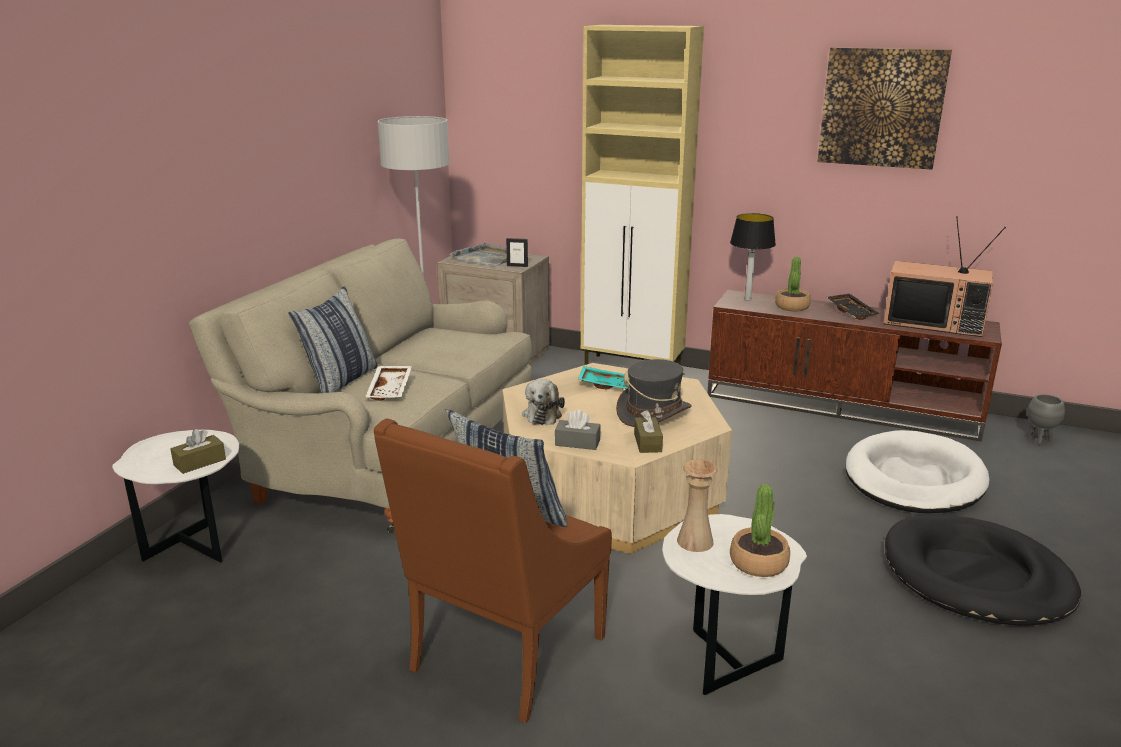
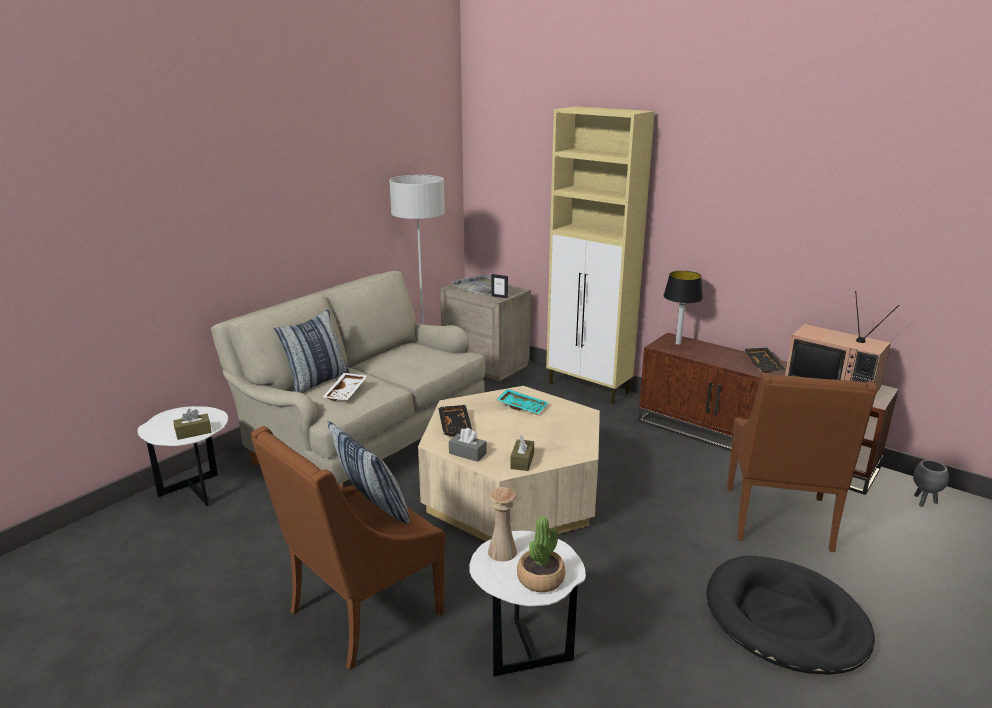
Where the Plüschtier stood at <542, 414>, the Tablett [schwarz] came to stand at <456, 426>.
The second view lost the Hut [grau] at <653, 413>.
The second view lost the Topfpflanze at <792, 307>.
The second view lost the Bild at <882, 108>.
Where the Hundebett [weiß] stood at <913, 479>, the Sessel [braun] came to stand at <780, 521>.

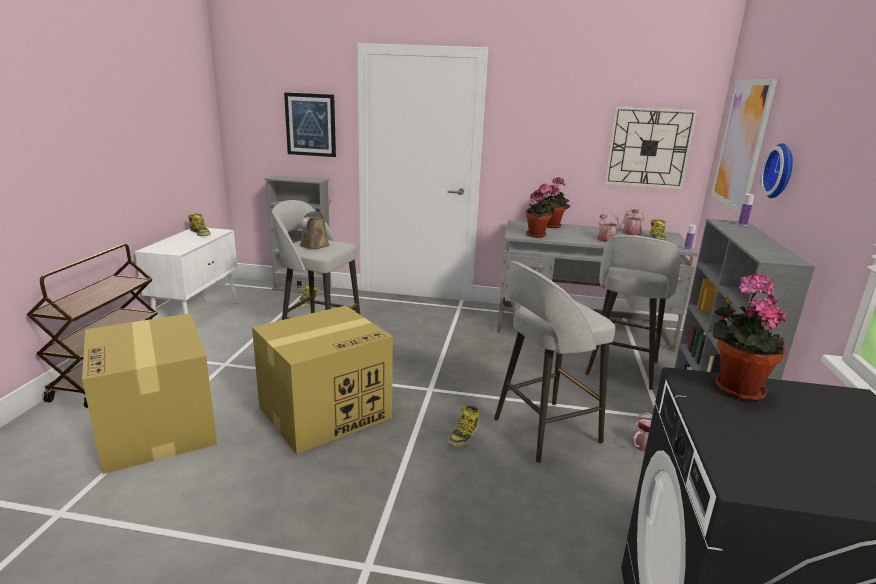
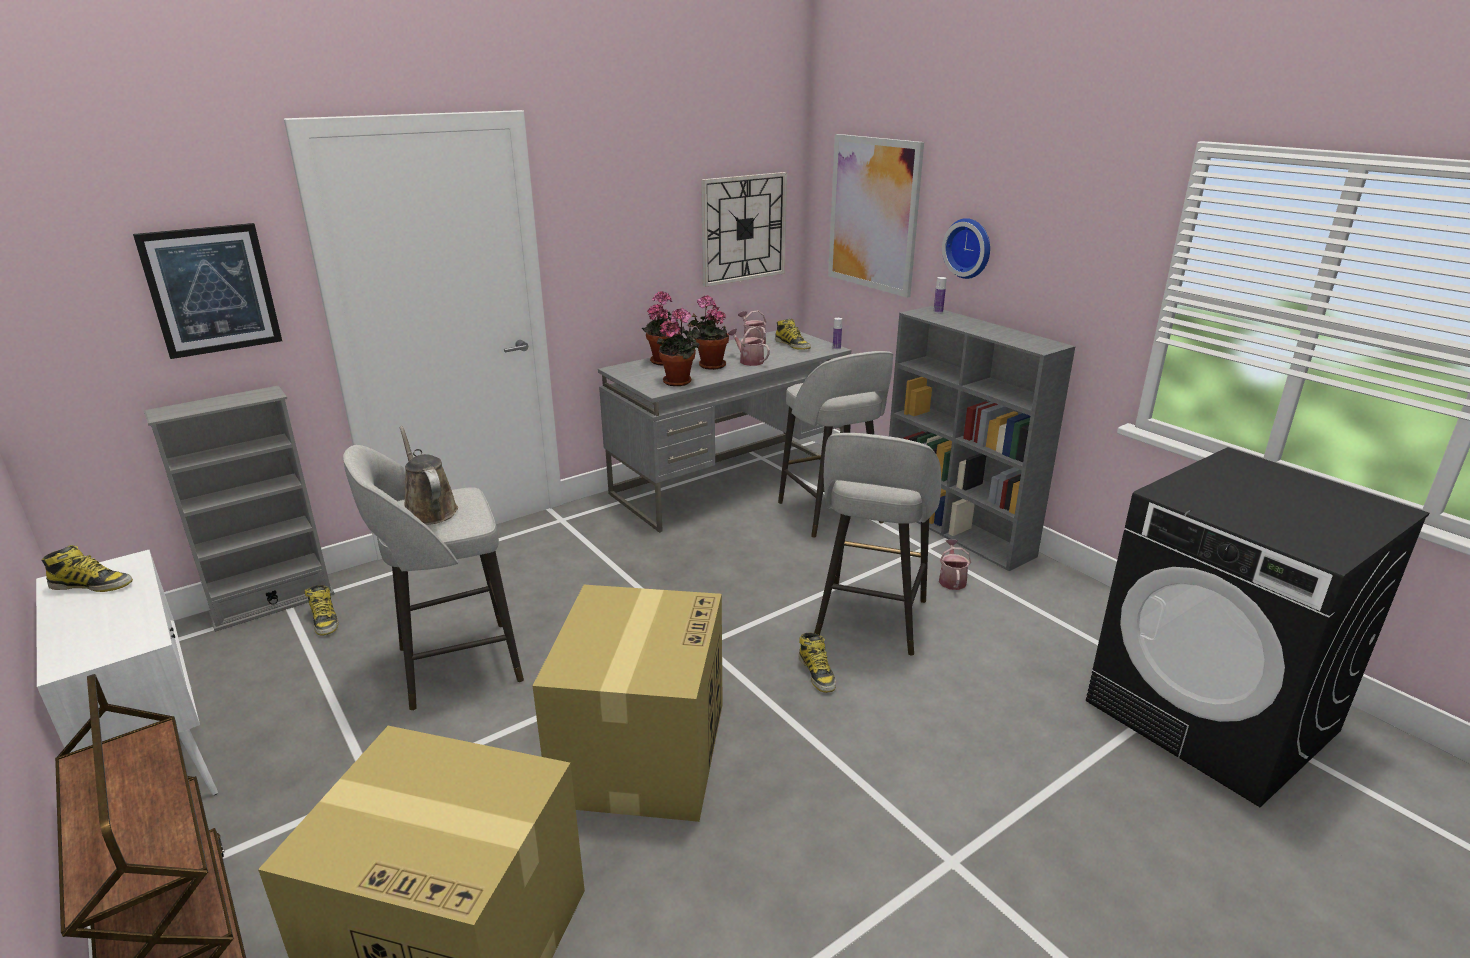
The Topfpflanze ended up elsewhere, having gone from <734, 387> to <709, 365>.

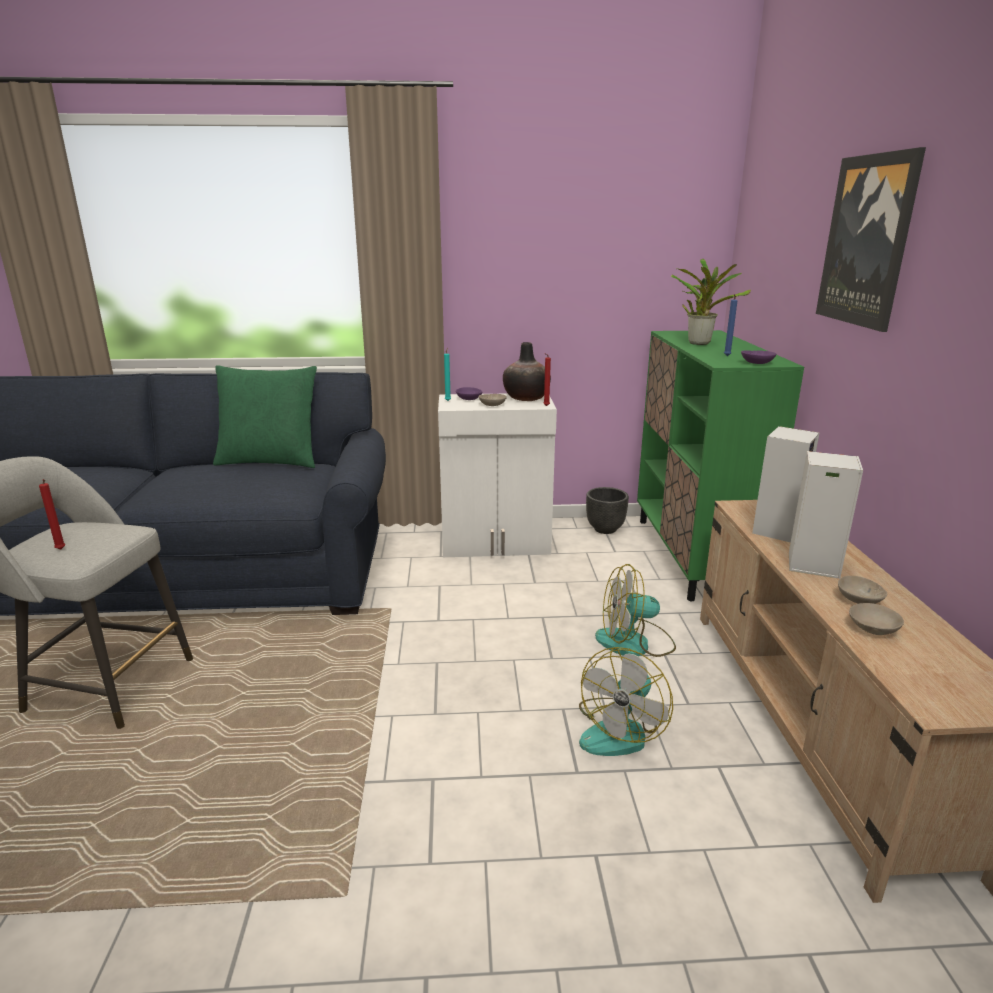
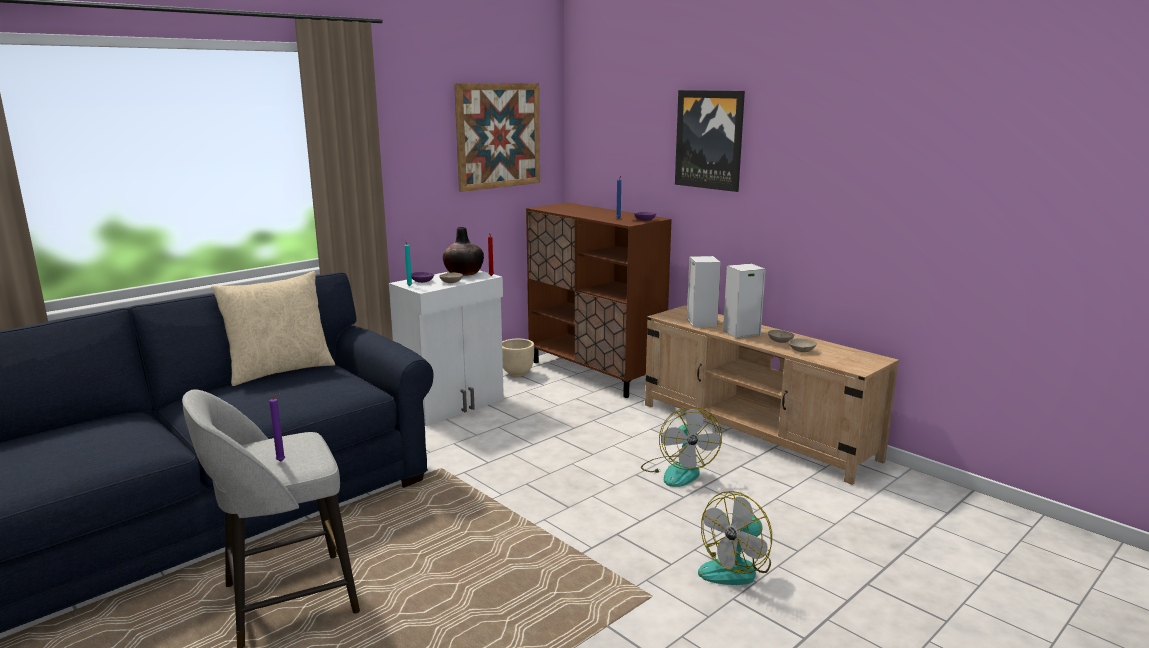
What was the Kerze [rot] at <61, 550> turned into the Kerze [lila] at <282, 461>.
What was the Kissen [grün] at <270, 461> turned into the Kissen [beige] at <280, 370>.
What was the Pflanzkübel [schwarz] at <604, 529> turned into the Pflanzkübel [beige] at <517, 373>.
The Ventilator ended up elsewhere, having gone from <635, 643> to <736, 568>.
What was the Schrank [grün] at <692, 556> turned into the Schrank [braun] at <595, 373>.
The second view lost the Topfpflanze at <699, 343>.
The second view gained the Bild at <498, 136>.

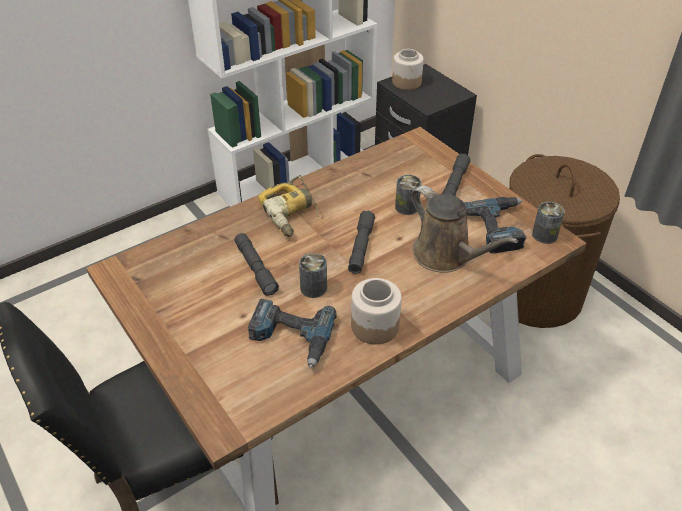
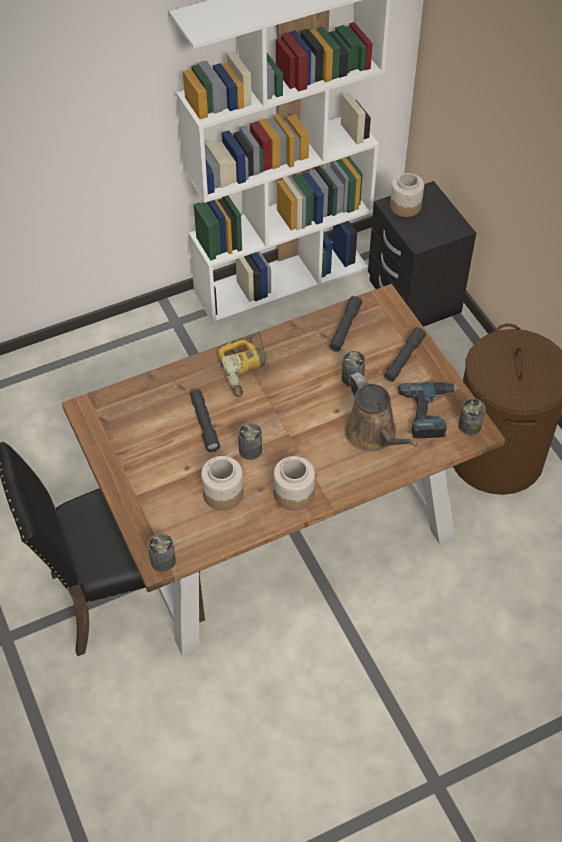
Where the Bohrmaschine stood at <291, 337>, the Vorratsglas came to stand at <222, 494>.
The Taschenlampe [grau] ended up elsewhere, having gone from <361, 247> to <345, 328>.
The second view gained the Dose at <163, 561>.

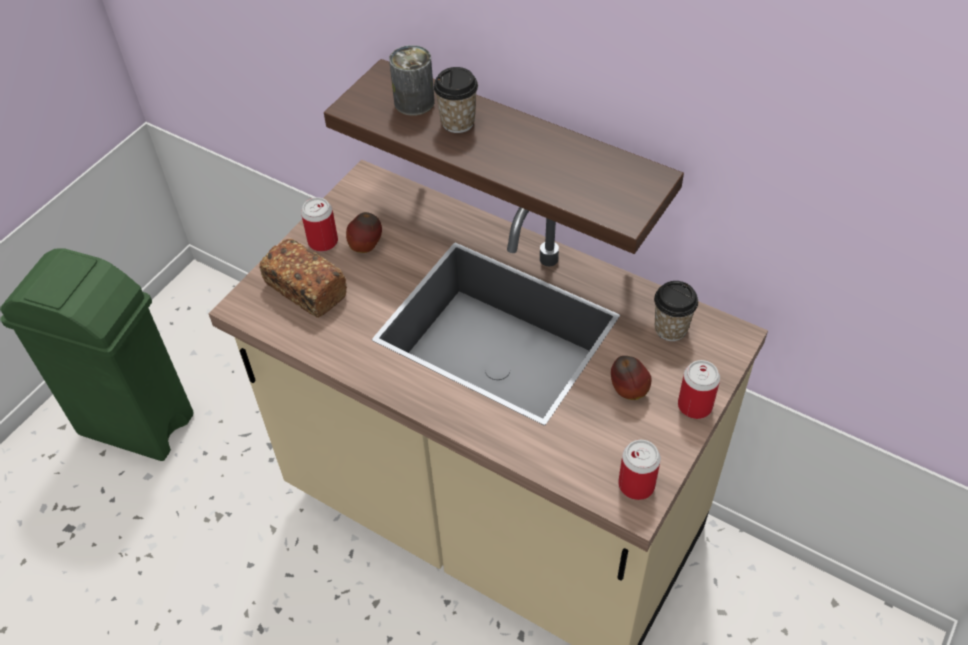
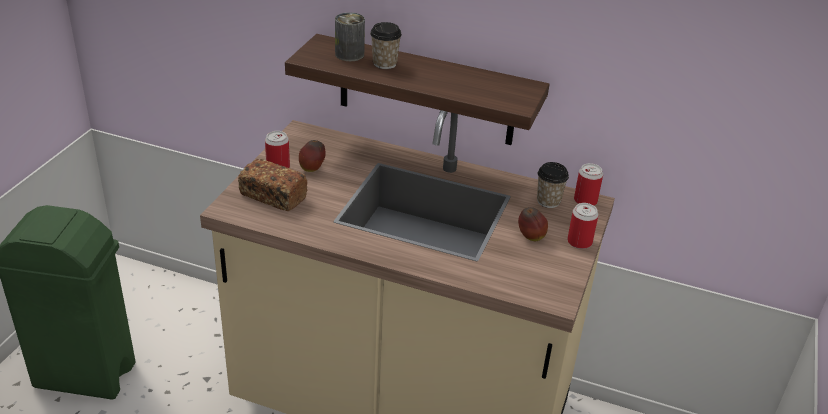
The Dose ended up elsewhere, having gone from <636, 485> to <585, 201>.

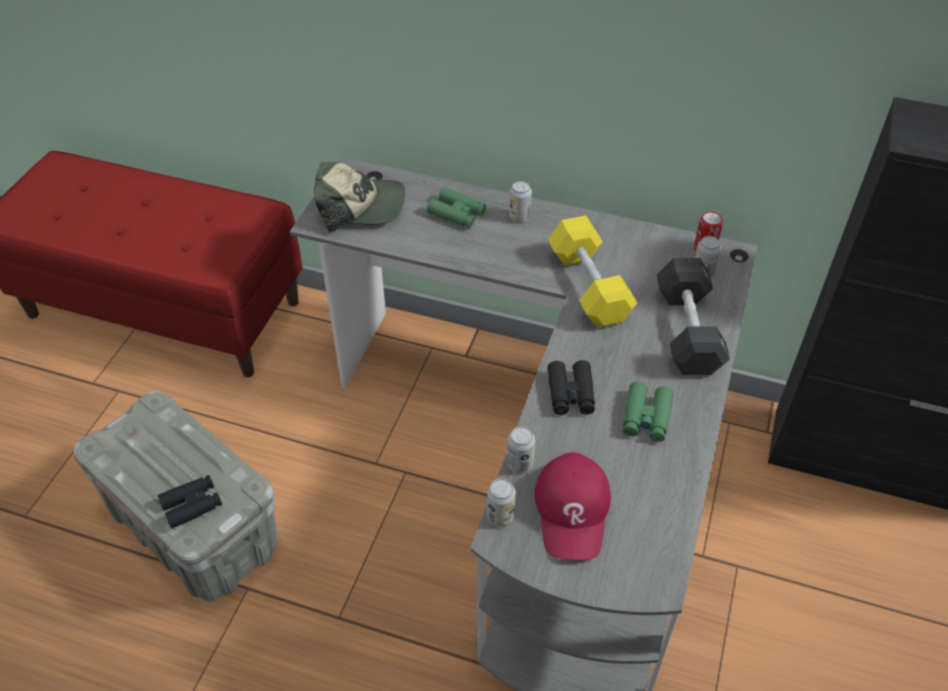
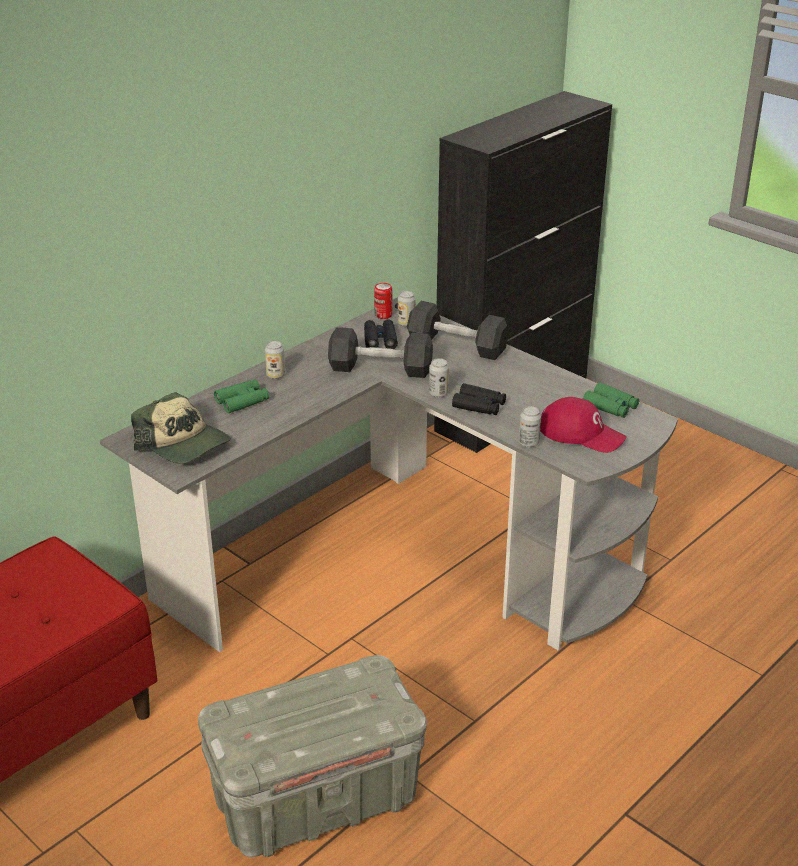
The Fernglas [schwarz] ended up elsewhere, having gone from <192, 505> to <380, 339>.
The Kappe at <360, 206> ended up facing another way, 105 degrees clockwise from before.
The Dose ended up elsewhere, having gone from <500, 516> to <438, 393>.
What was the Hantel [gelb] at <589, 286> turned into the Hantel [schwarz] at <380, 369>.
The Fernglas [grün] ended up elsewhere, having gone from <646, 417> to <610, 406>.

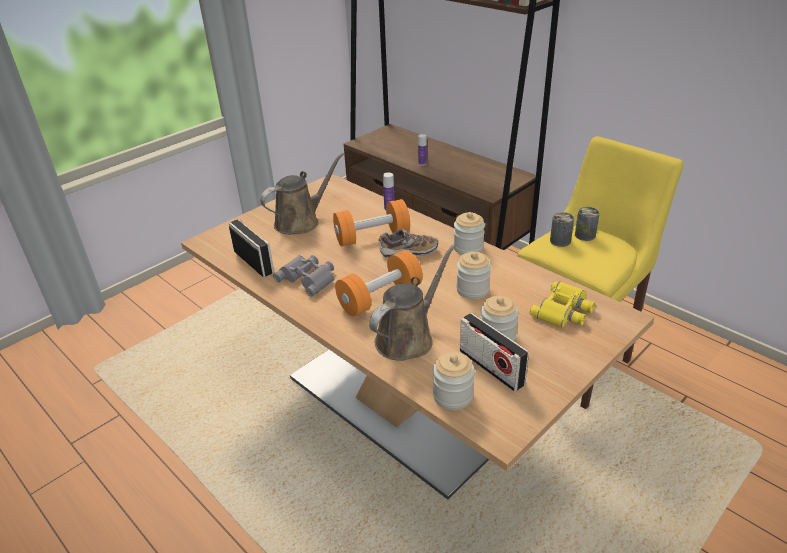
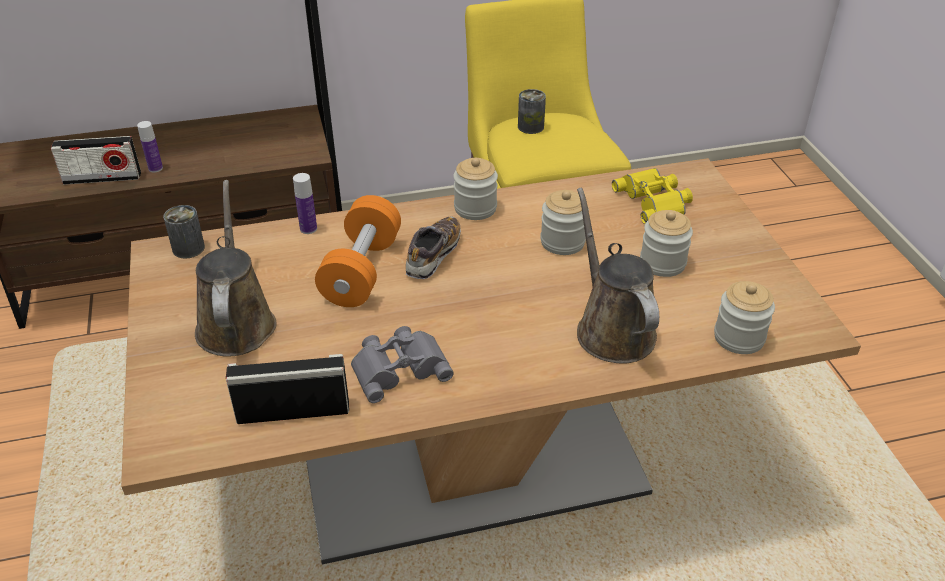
The second view lost the Hantel [orange] at <380, 297>.
The Radio ended up elsewhere, having gone from <491, 367> to <102, 178>.
The Dose ended up elsewhere, having gone from <560, 241> to <188, 248>.

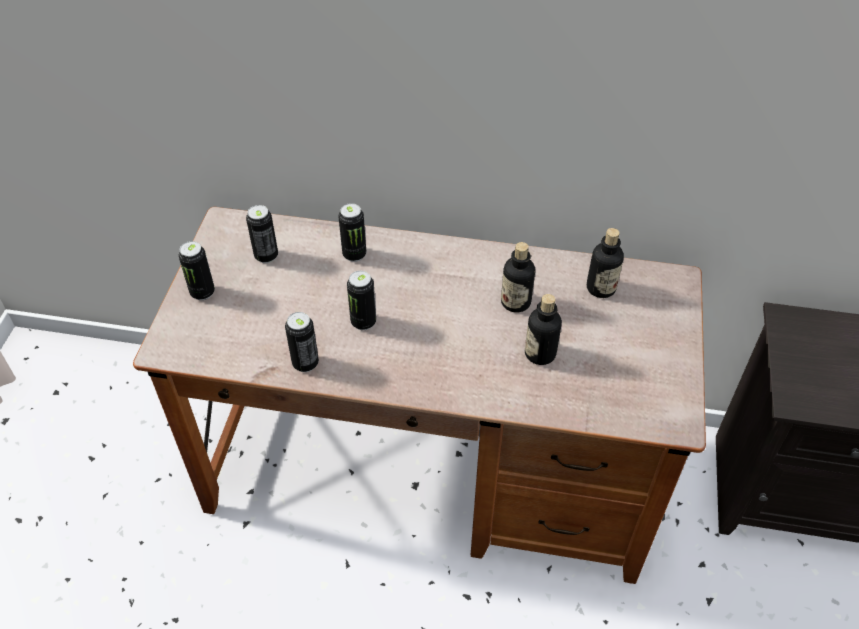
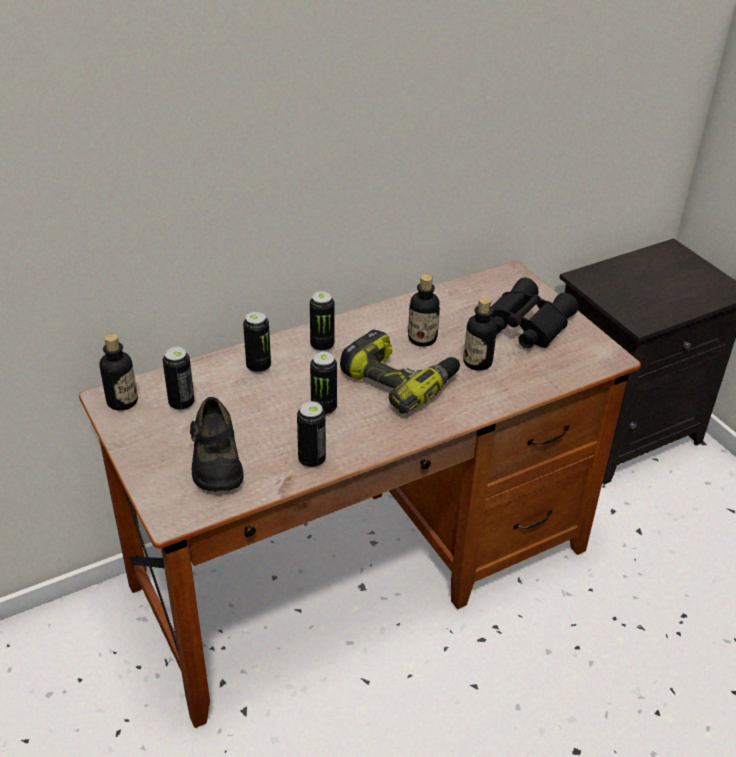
The Dose ended up elsewhere, having gone from <202, 292> to <322, 345>.
The Flasche ended up elsewhere, having gone from <601, 288> to <122, 401>.
The second view gained the Schuh [schwarz] at <215, 460>.
The second view gained the Bohrmaschine at <400, 380>.
The second view gained the Fernglas [schwarz] at <524, 324>.

